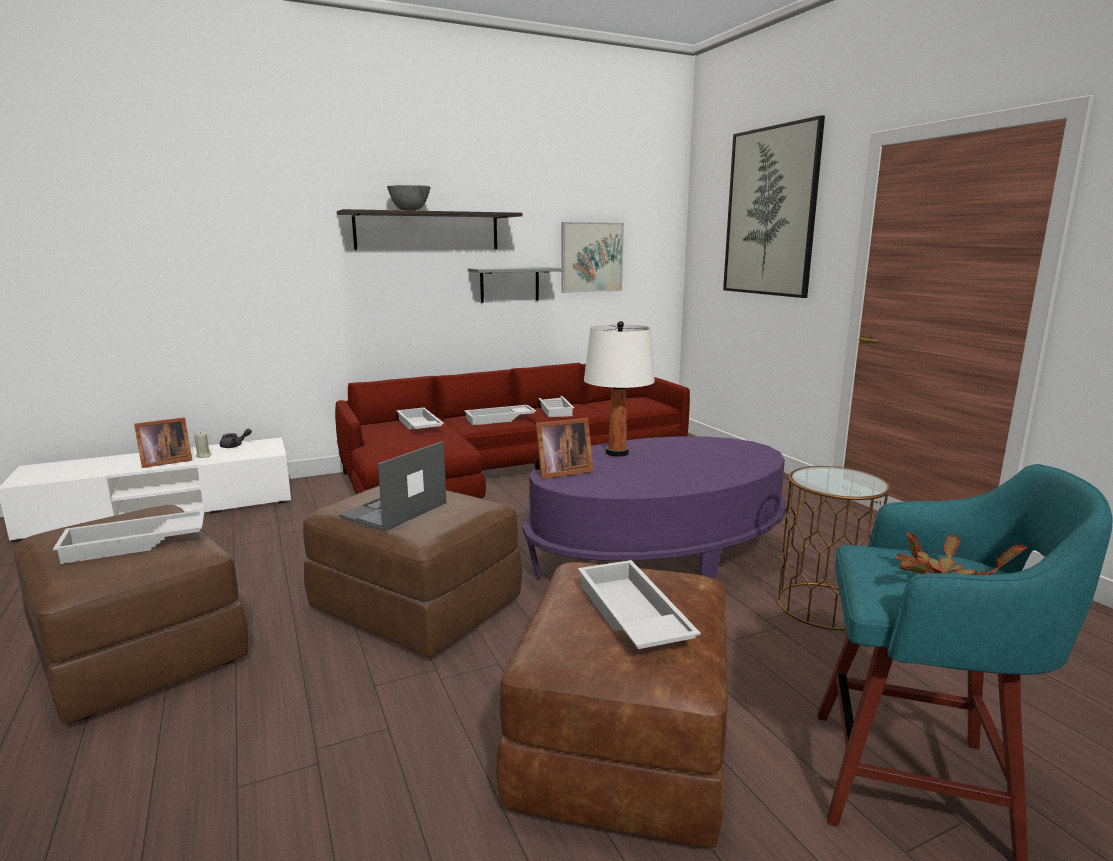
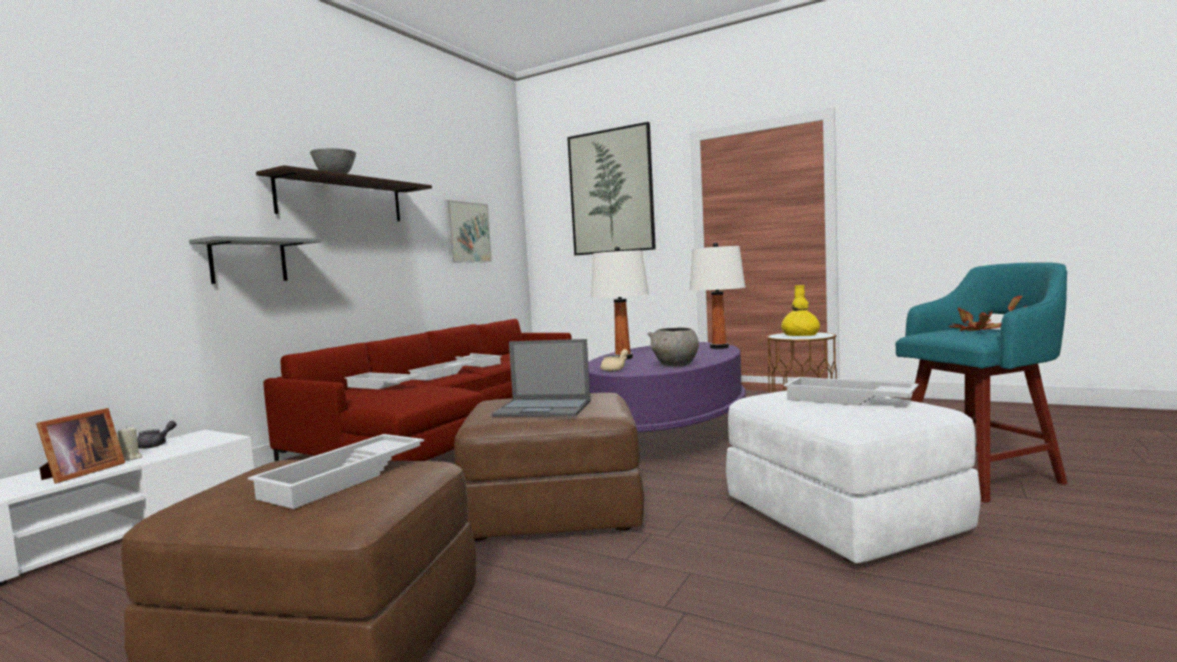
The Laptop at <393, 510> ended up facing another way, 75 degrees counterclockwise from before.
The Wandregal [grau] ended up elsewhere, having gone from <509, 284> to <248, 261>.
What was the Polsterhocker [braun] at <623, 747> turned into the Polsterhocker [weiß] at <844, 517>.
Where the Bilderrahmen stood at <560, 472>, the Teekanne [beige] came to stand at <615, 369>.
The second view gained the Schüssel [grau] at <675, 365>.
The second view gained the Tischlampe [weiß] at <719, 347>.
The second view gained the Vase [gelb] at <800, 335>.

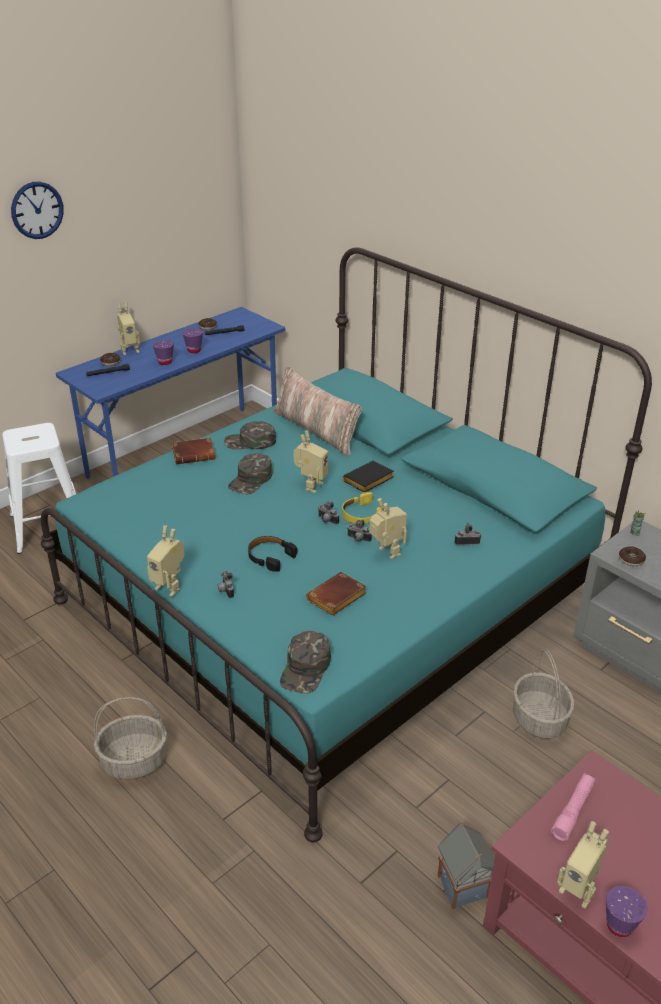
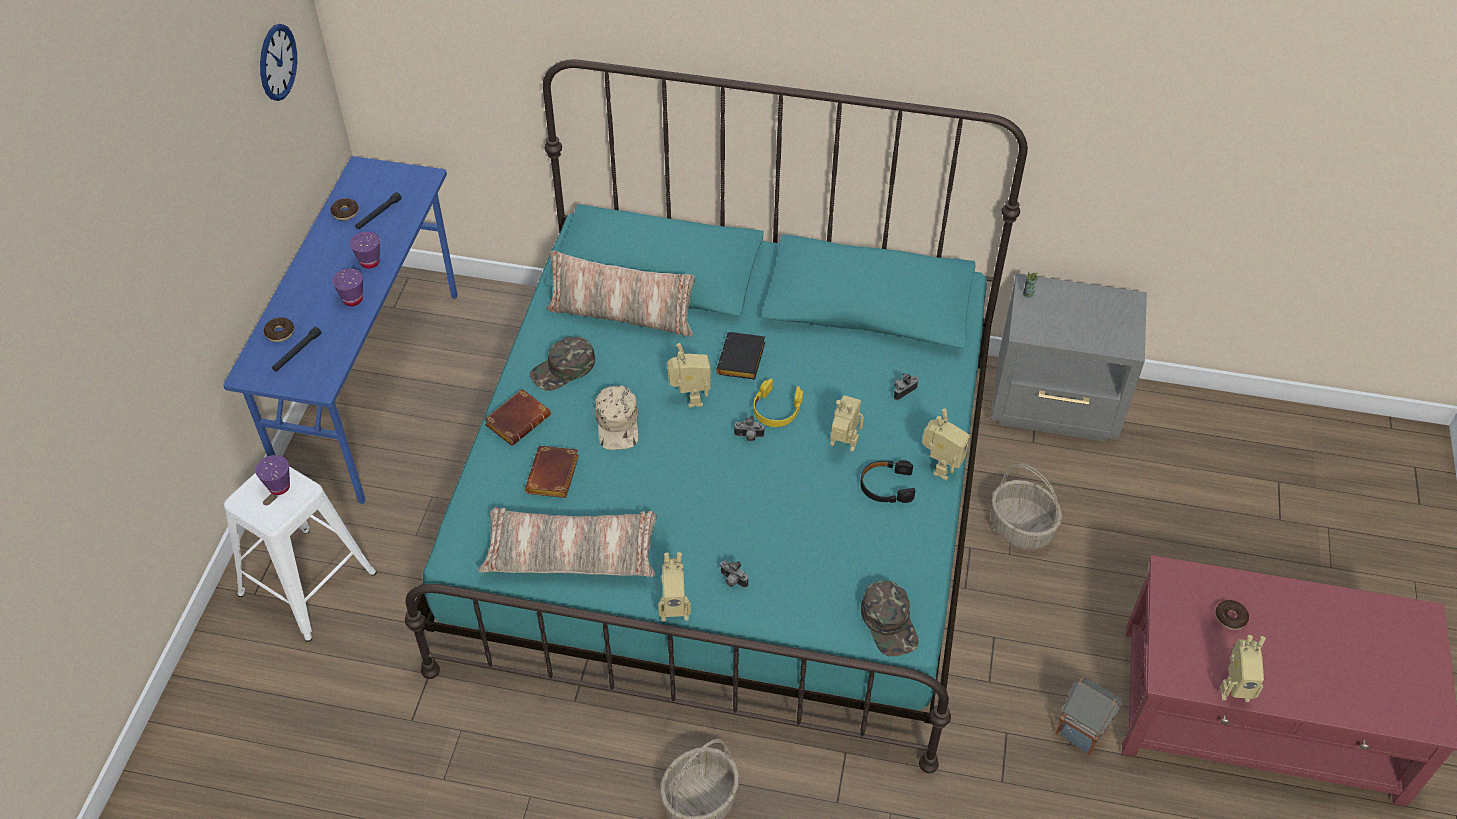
The Wanduhr ended up elsewhere, having gone from <37, 210> to <277, 62>.
The Spielzeugroboter ended up elsewhere, having gone from <129, 350> to <940, 467>.
What was the Kappe [grün] at <251, 480> turned into the Kappe [beige] at <618, 423>.
The Kopfhörer [schwarz] ended up elsewhere, having gone from <270, 557> to <886, 486>.
The Buch [braun] ended up elsewhere, having gone from <336, 599> to <554, 477>.
The second view lost the Kamera at <358, 539>.
The second view lost the Taschenlampe [rosa] at <573, 811>.
The Tasse [lila] ended up elsewhere, having gone from <619, 925> to <279, 487>.
The Donut ended up elsewhere, having gone from <631, 559> to <1230, 618>.
The second view gained the Kissen at <571, 553>.

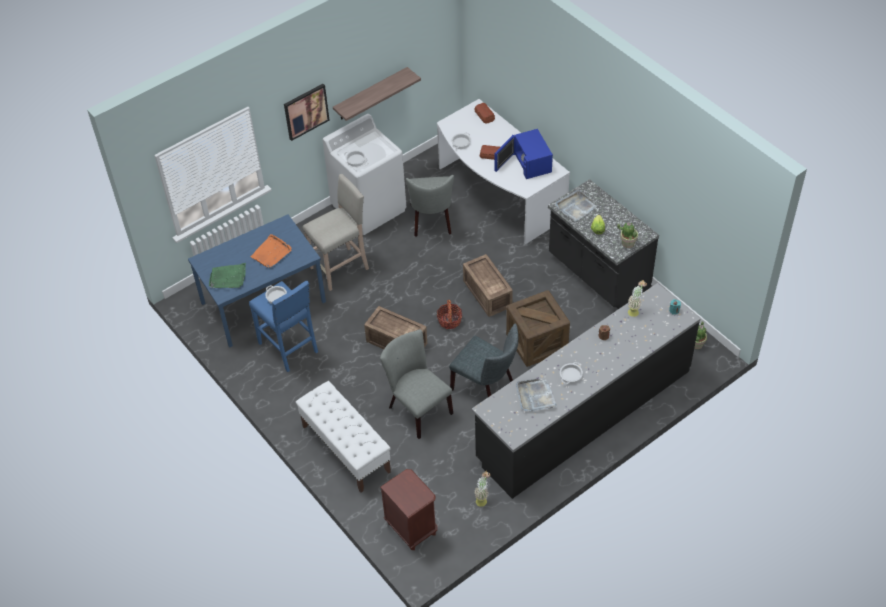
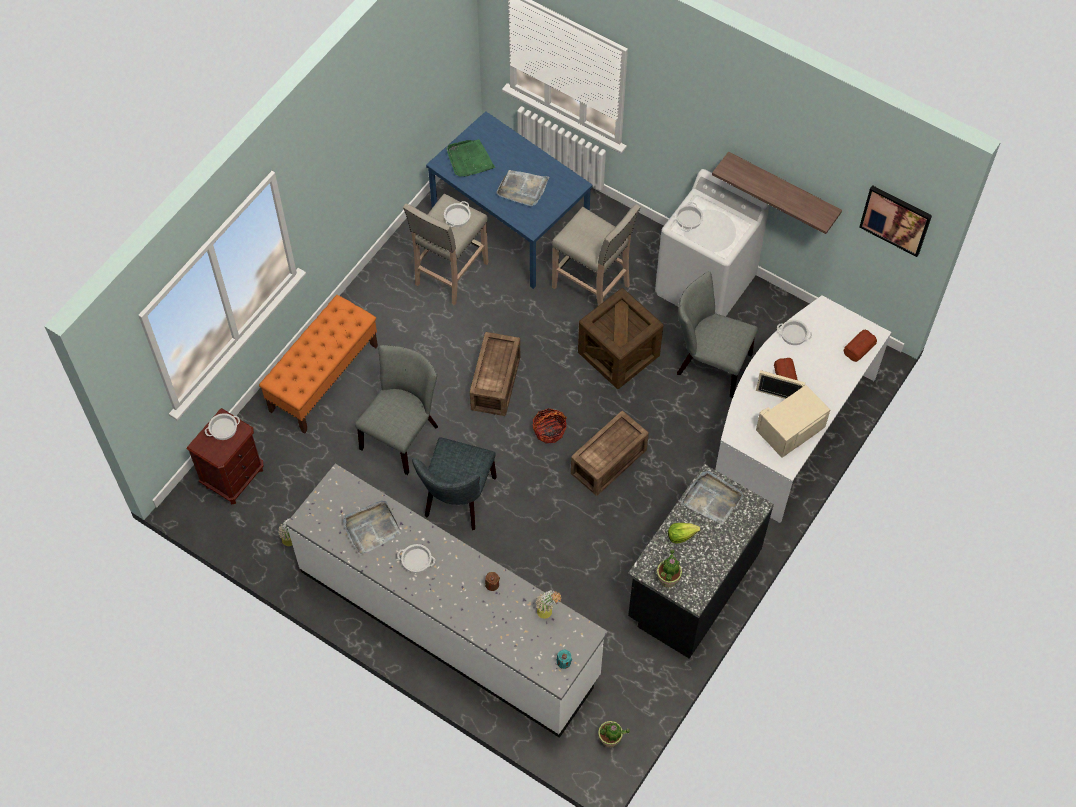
What was the Hocker [blau] at <289, 348> turned into the Hocker [beige] at <450, 274>.
What was the Tablett [orange] at <271, 253> turned into the Tablett [grau] at <522, 189>.
The Bild ended up elsewhere, having gone from <306, 111> to <896, 219>.
What was the Bank [weiß] at <345, 449> turned into the Bank [orange] at <324, 378>.
The Stuhl [grau] at <432, 222> ended up facing another way, 45 degrees clockwise from before.
What was the Küchenzeile [schwarz] at <583, 414> turned into the Küchenzeile [weiß] at <449, 623>.
What was the Mikrowelle [blau] at <529, 162> turned into the Mikrowelle [beige] at <789, 426>.
The Kiste ended up elsewhere, having gone from <537, 342> to <618, 354>.
The second view gained the Kochtopf at <223, 428>.

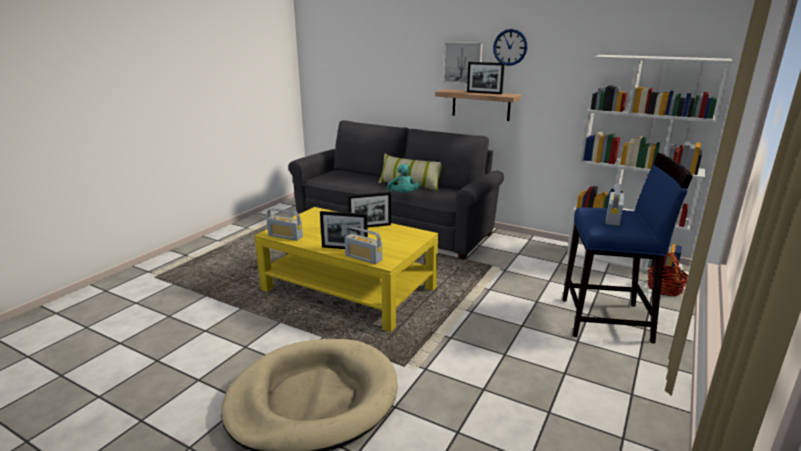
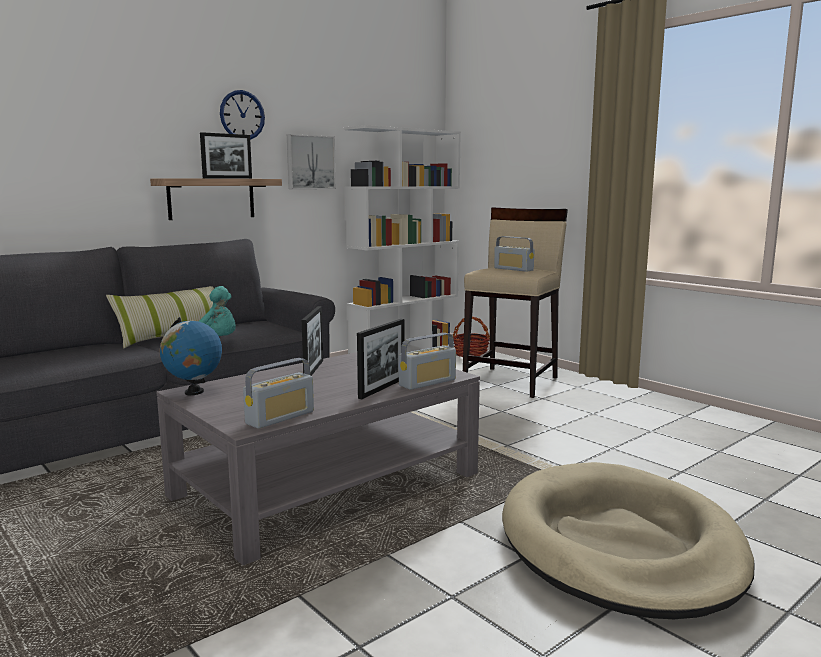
What was the Couchtisch [gelb] at <350, 289> turned into the Couchtisch [grau] at <328, 484>.
The Bild ended up elsewhere, having gone from <463, 63> to <310, 162>.
What was the Hocker [blau] at <606, 320> turned into the Hocker [beige] at <512, 381>.
The second view gained the Globus at <194, 392>.

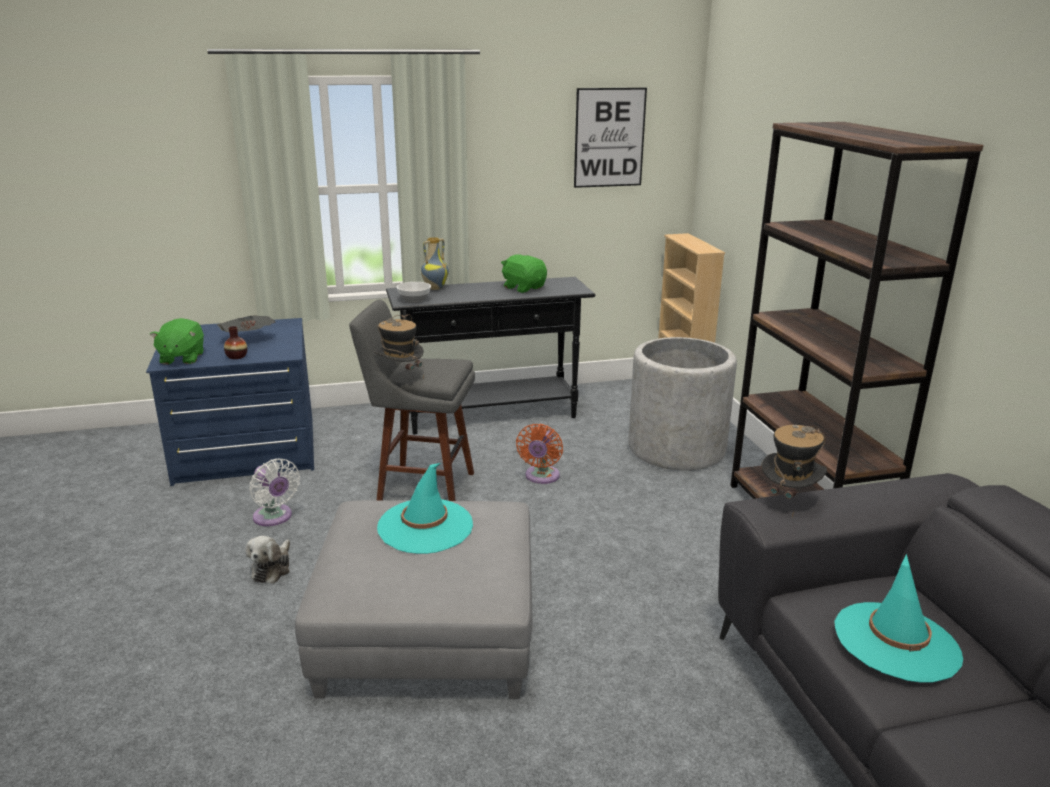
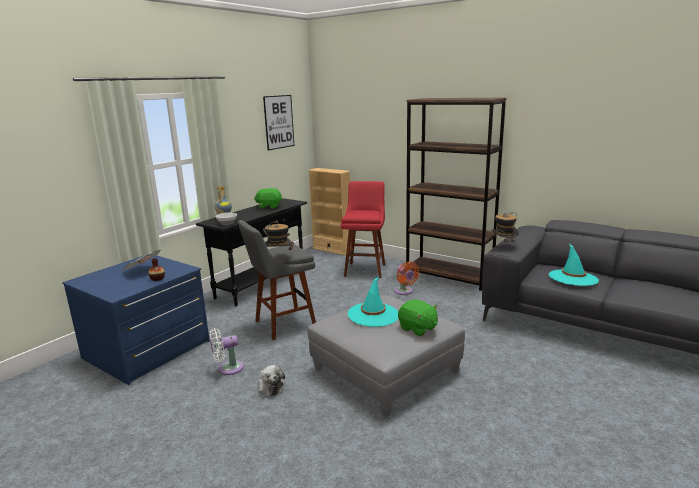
The Plüschtier [grün] ended up elsewhere, having gone from <182, 358> to <417, 328>.
The Ventilator [weiß] at <274, 518> ended up facing another way, 150 degrees clockwise from before.
The Ventilator [orange] ended up elsewhere, having gone from <541, 477> to <404, 292>.
Where the Pflanzkübel [grau] stood at <677, 449>, the Hocker [rot] came to stand at <365, 269>.

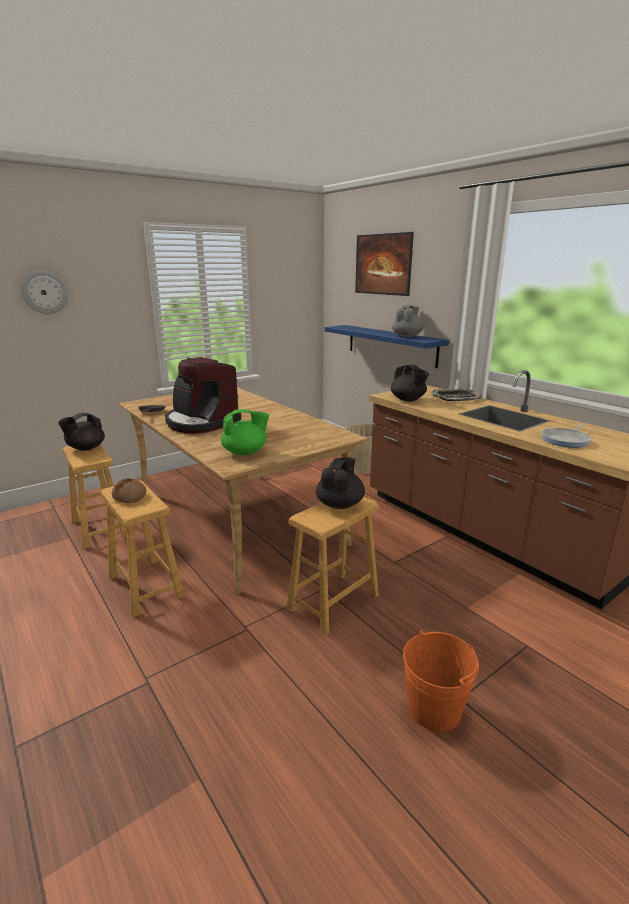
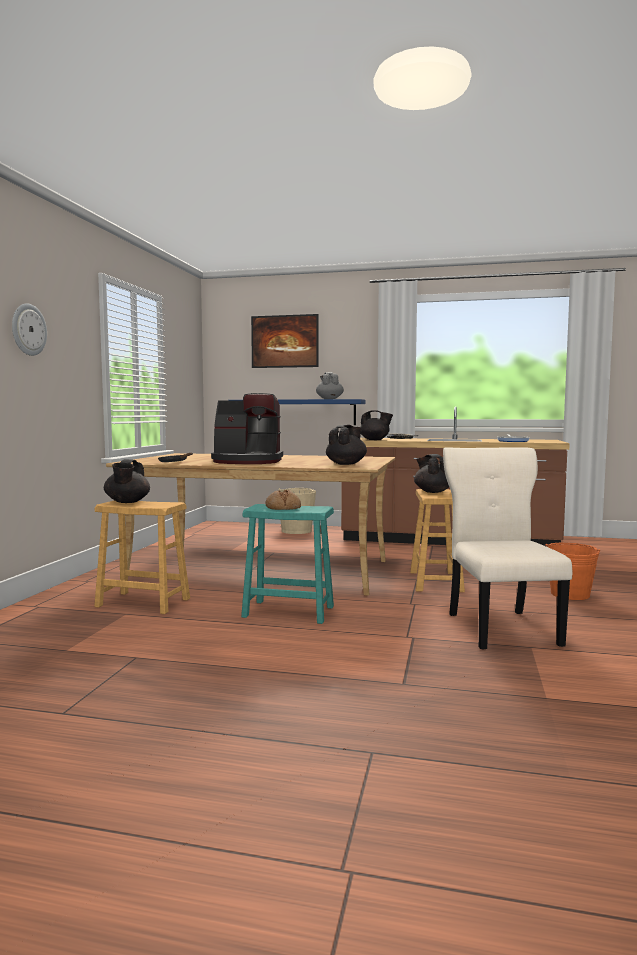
What was the Hocker [braun] at <145, 587> turned into the Hocker [türkis] at <288, 612>.
What was the Teekanne [grün] at <245, 452> turned into the Teekanne [schwarz] at <346, 464>.
The second view gained the Stuhl [beige] at <501, 627>.

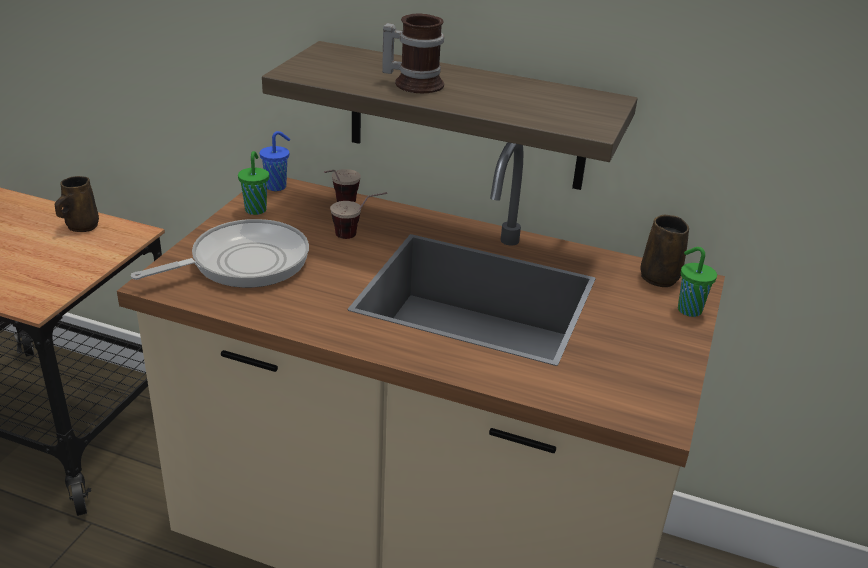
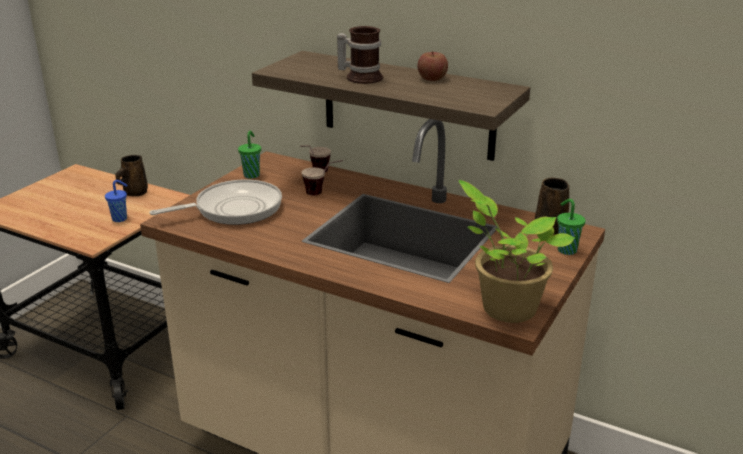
The Tasse [blau] ended up elsewhere, having gone from <277, 186> to <120, 219>.
The second view gained the Apfel at <432, 78>.
The second view gained the Topfpflanze at <504, 307>.

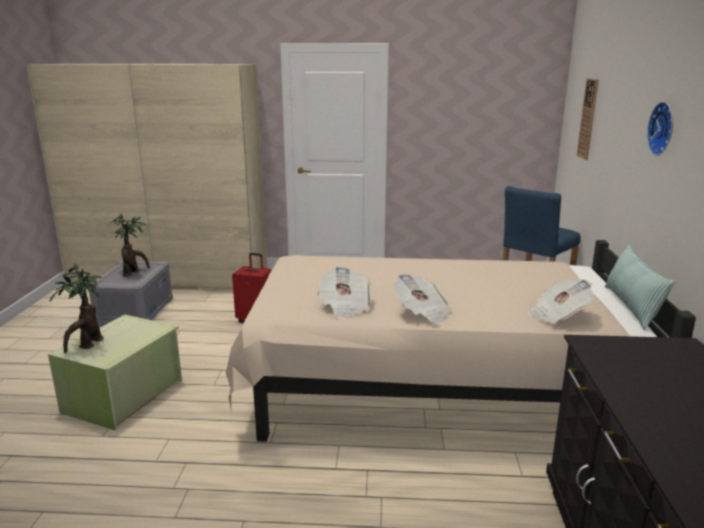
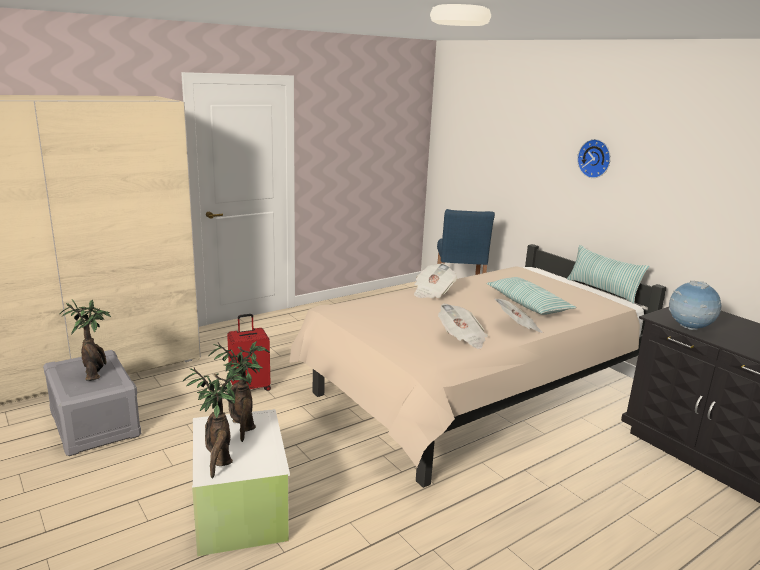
What was the Aufbewahrungsbox [grün] at <125, 396> turned into the Aufbewahrungsbox [weiß] at <242, 507>.
The Zeitung ended up elsewhere, having gone from <557, 315> to <432, 292>.
The second view lost the Wanduhr at <588, 119>.
The second view gained the Topfpflanze at <243, 427>.
The second view gained the Kissen at <528, 304>.
The second view gained the Globus at <689, 329>.

